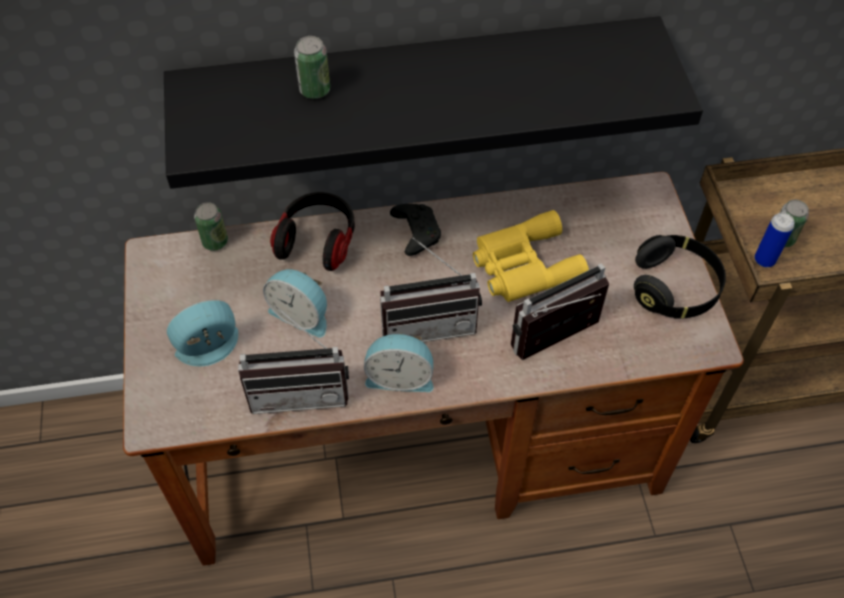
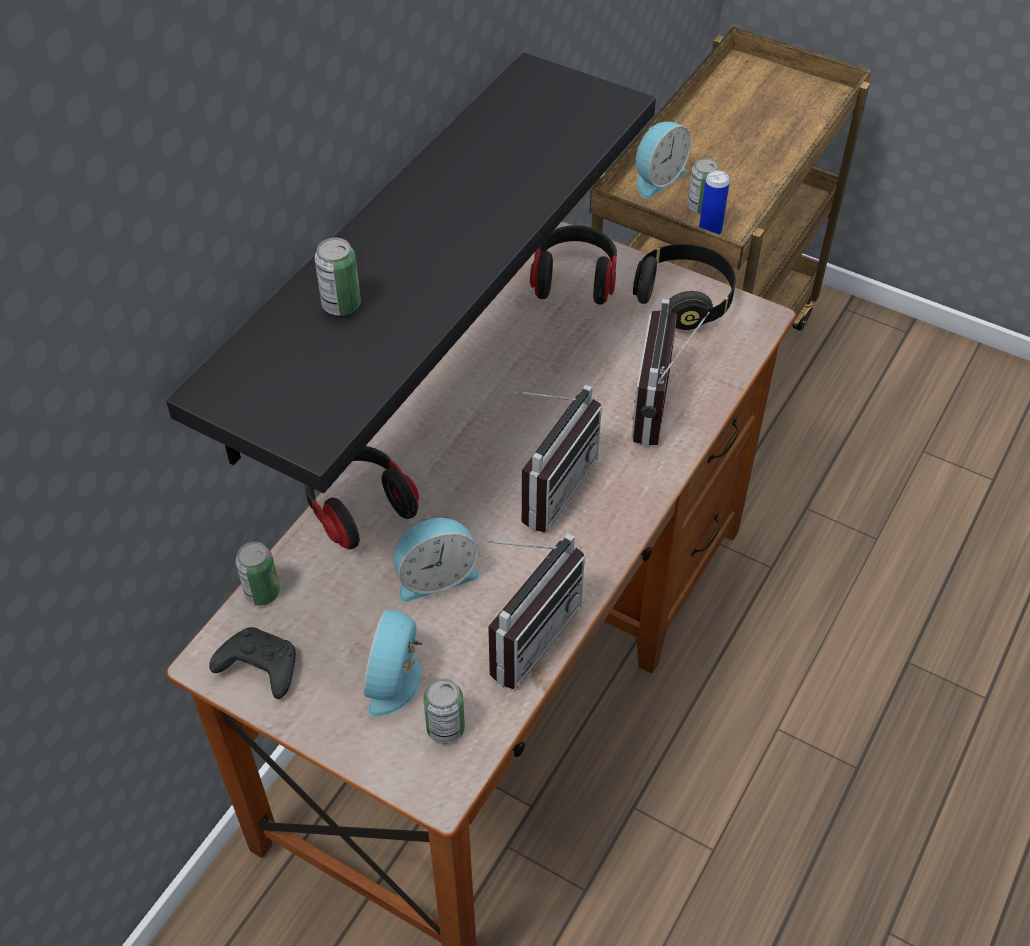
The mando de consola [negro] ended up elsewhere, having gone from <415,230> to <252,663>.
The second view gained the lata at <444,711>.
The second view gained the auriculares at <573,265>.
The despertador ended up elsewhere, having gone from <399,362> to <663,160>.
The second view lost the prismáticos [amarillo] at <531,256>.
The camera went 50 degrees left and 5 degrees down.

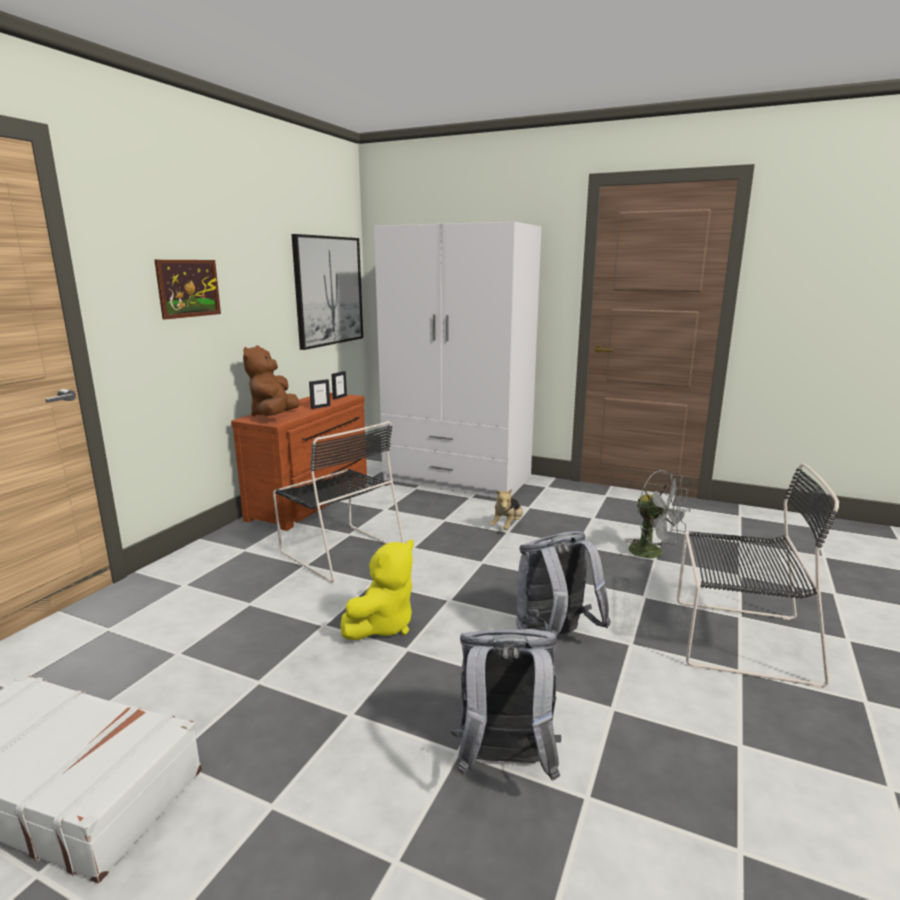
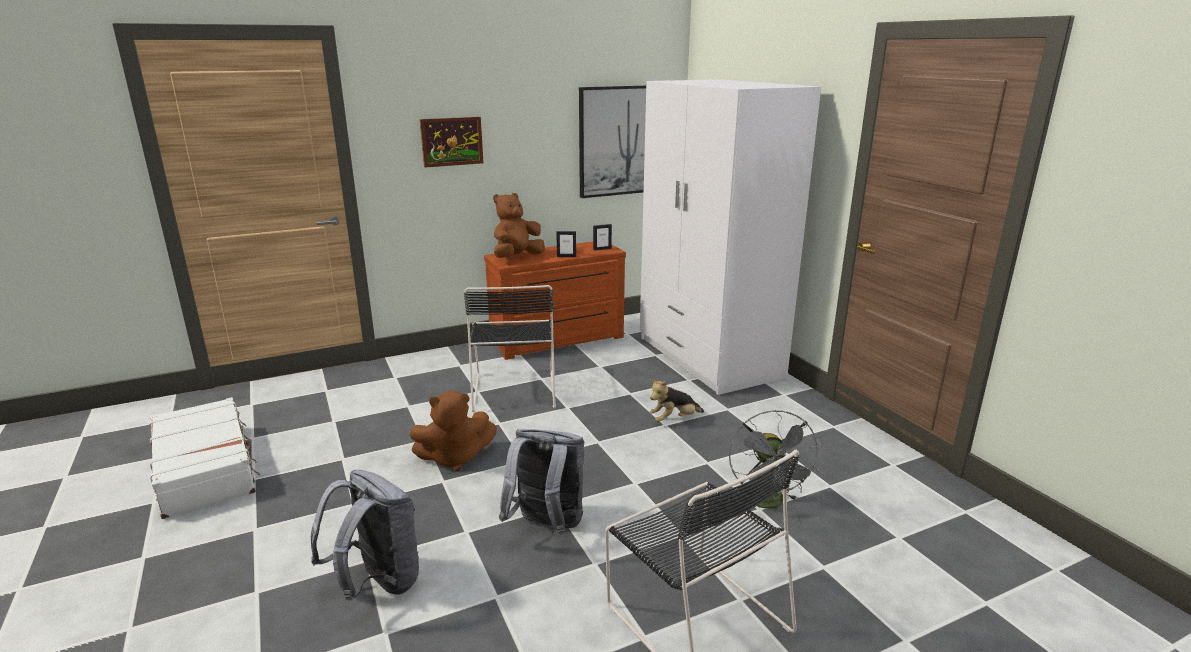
What was the peluche [amarillo] at <377,589> turned into the peluche [marrón] at <453,431>.
The camera went 40 degrees right and 5 degrees up.

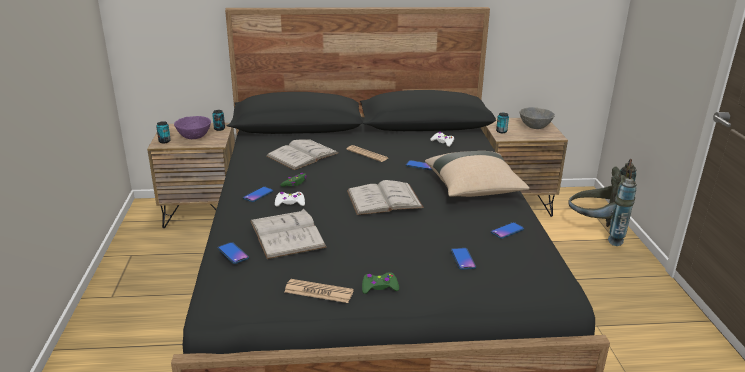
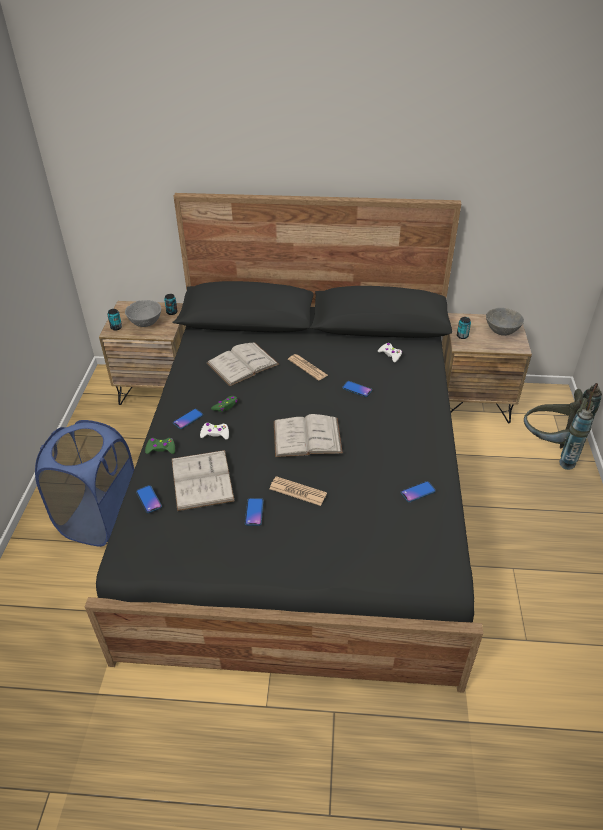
The second view gained the cesto de la ropa [azul] at <84,483>.
What was the cuenco [morado] at <192,127> turned into the cuenco [gris] at <143,313>.
The mando de consola [verde] ended up elsewhere, having gone from <380,283> to <160,446>.
The móvil ended up elsewhere, having gone from <463,259> to <254,512>.
The periódico ended up elsewhere, having gone from <319,291> to <298,491>.
The second view lost the cojín [beis] at <477,174>.
The camera went 10 degrees right and 15 degrees up.

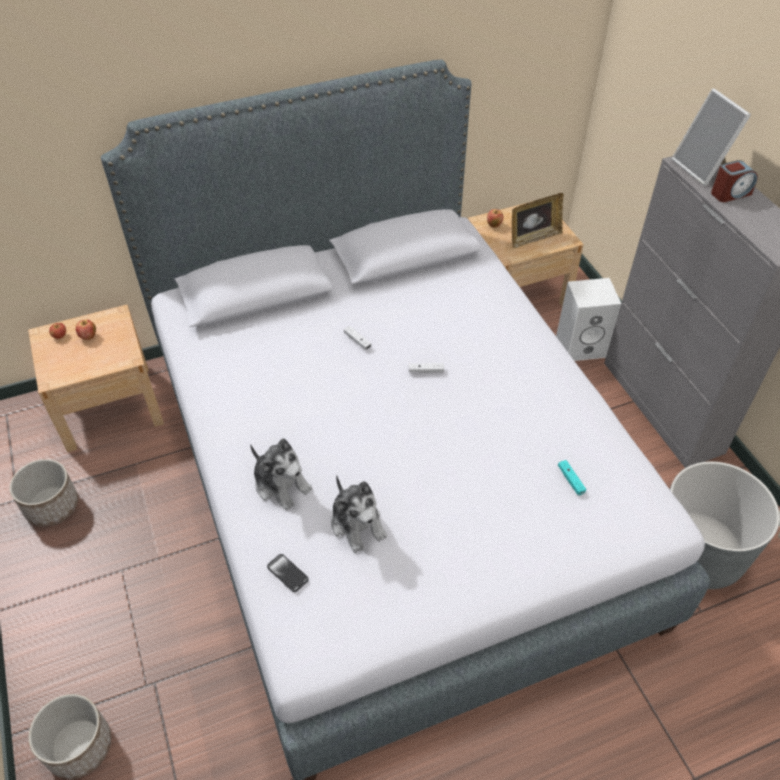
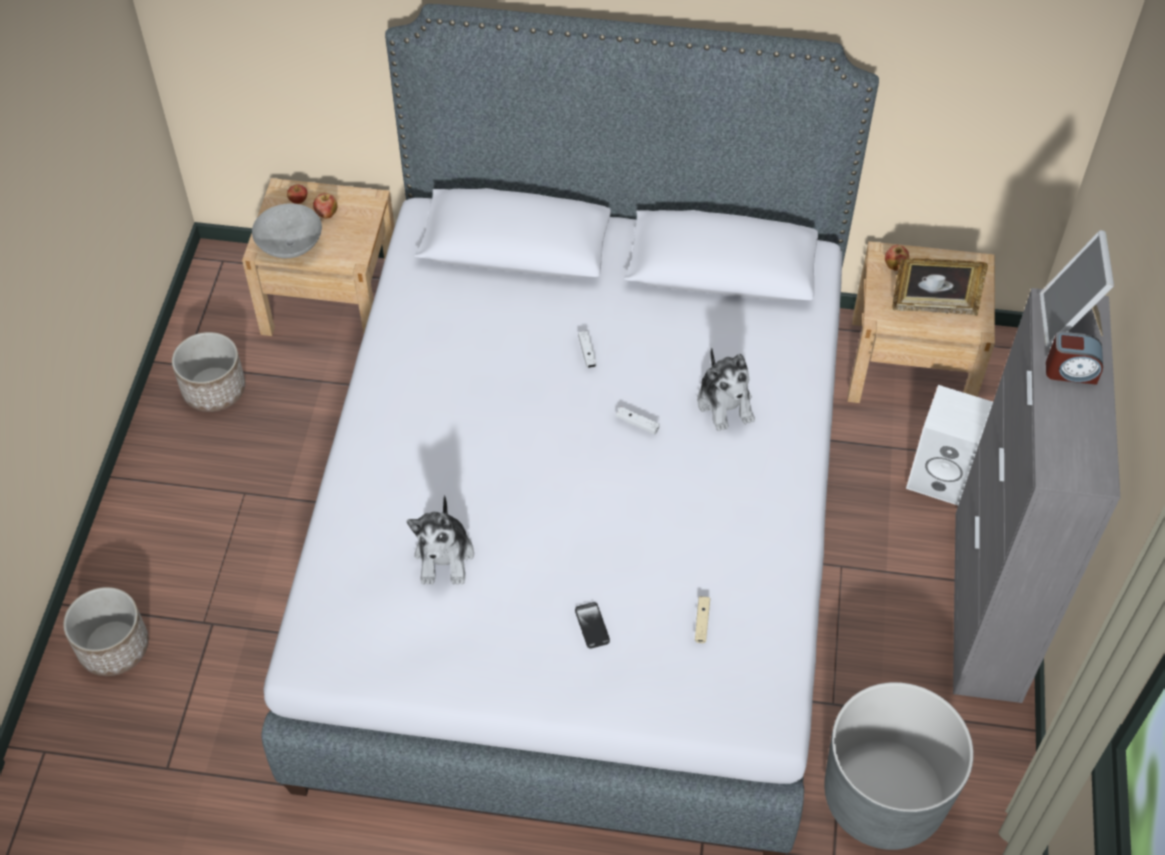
The second view gained the cuenco [gris] at <287,230>.
The móvil ended up elsewhere, having gone from <288,573> to <592,625>.
What was the mando de consola [turquesa] at <572,478> turned into the mando de consola [beis] at <702,619>.
The peluche ended up elsewhere, having gone from <281,474> to <726,389>.
The camera went 30 degrees right and 5 degrees up.

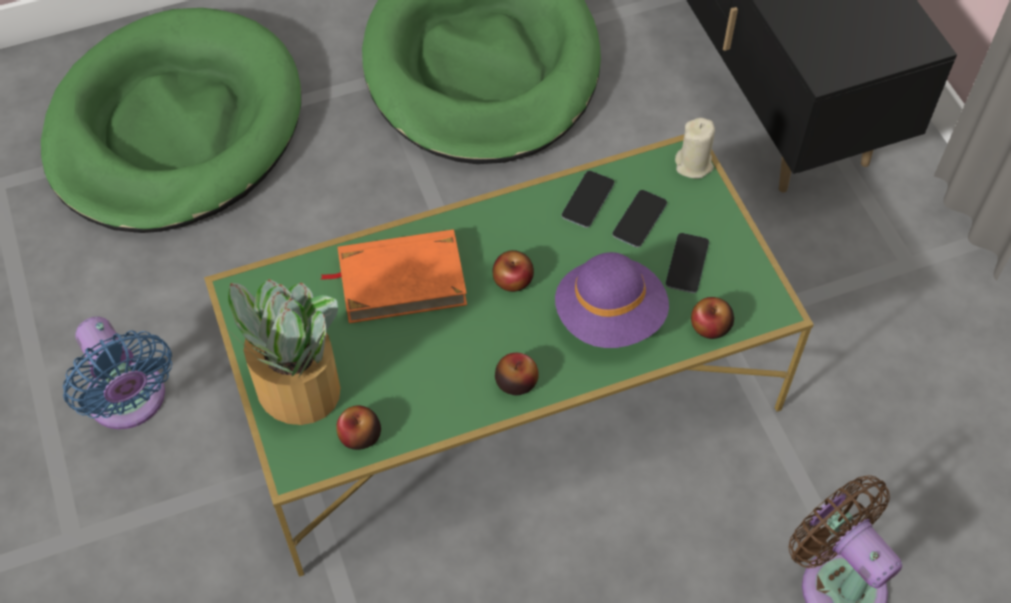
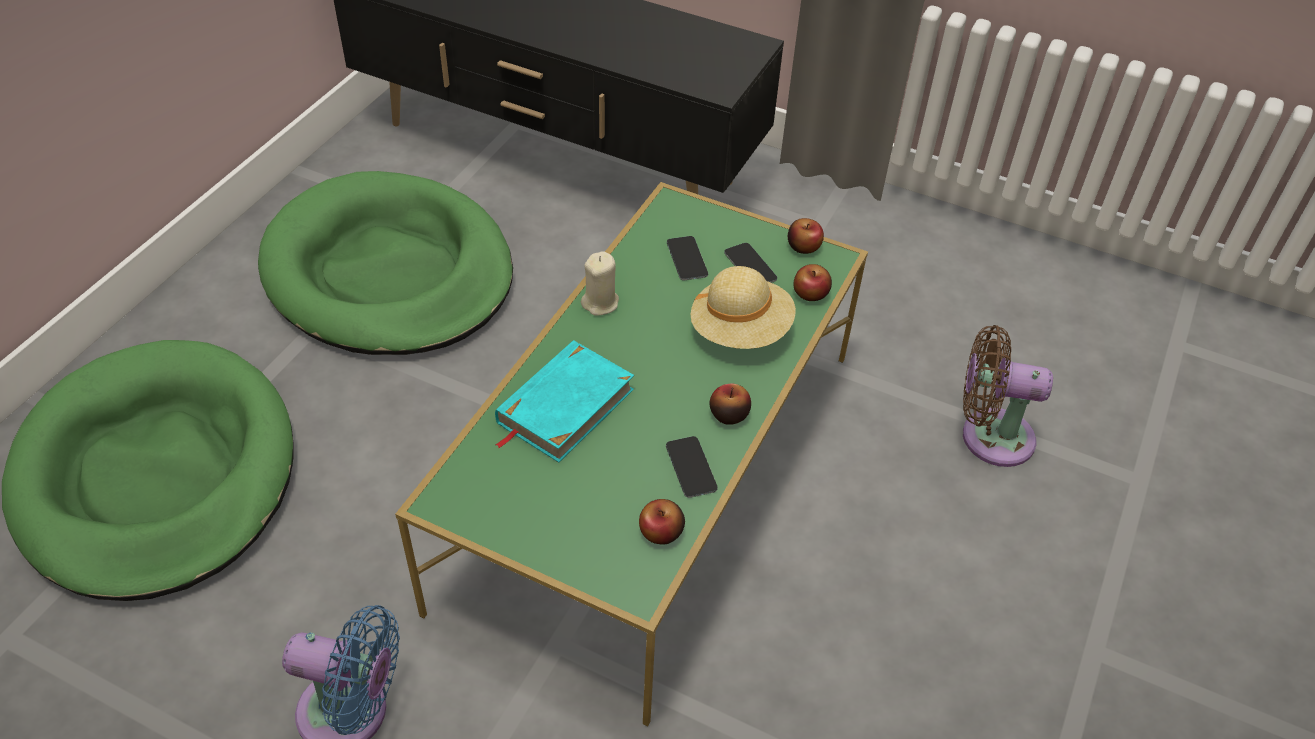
What was the libro [naranja] at <393,276> turned into the libro [turquesa] at <564,401>.
The vela [beis] ended up elsewhere, having gone from <695,148> to <600,283>.
The móvil ended up elsewhere, having gone from <588,199> to <692,467>.
What was the sombrero [morado] at <612,300> turned into the sombrero [beis] at <743,307>.
The manzana ended up elsewhere, having gone from <513,271> to <806,236>.
The second view lost the planta en maceta at <280,352>.
The camera went 45 degrees left and 10 degrees down.

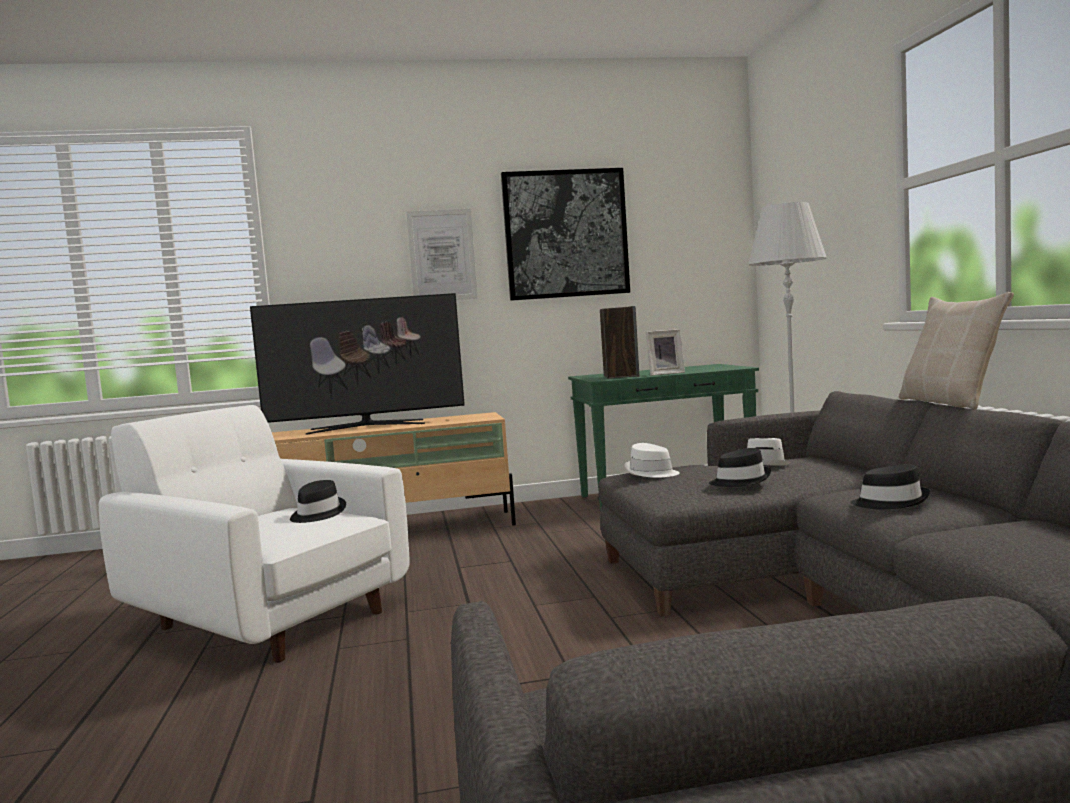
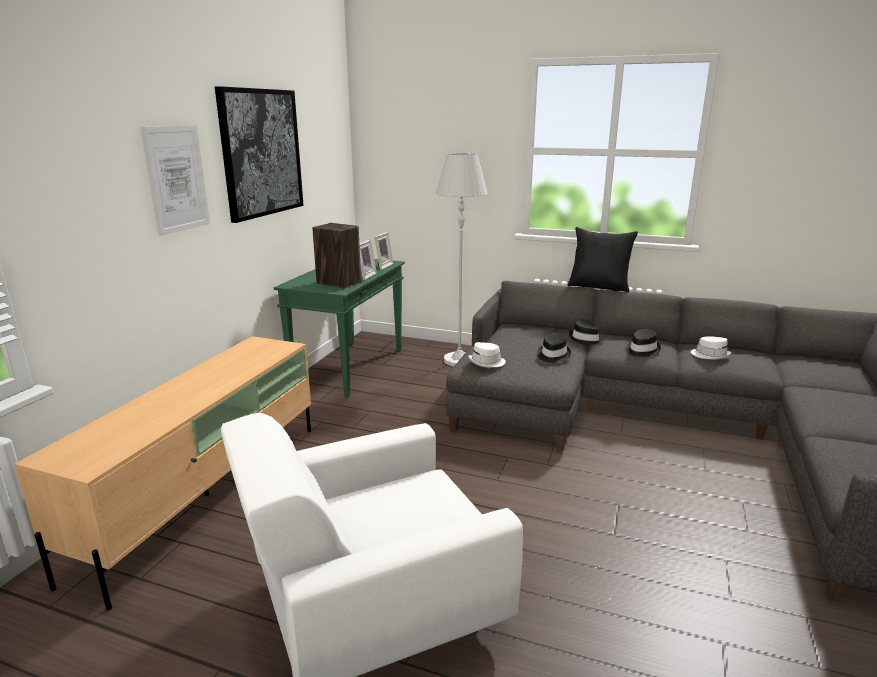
The second view gained the portarretratos at <383,251>.
What was the cojín [beis] at <956,351> turned into the cojín [negro] at <603,259>.
The sombrero [negro] ended up elsewhere, having gone from <318,501> to <586,332>.
The sombrero [blanco] ended up elsewhere, having gone from <769,451> to <711,348>.
The second view lost the televisor at <357,364>.
The camera went 60 degrees left and 15 degrees up.

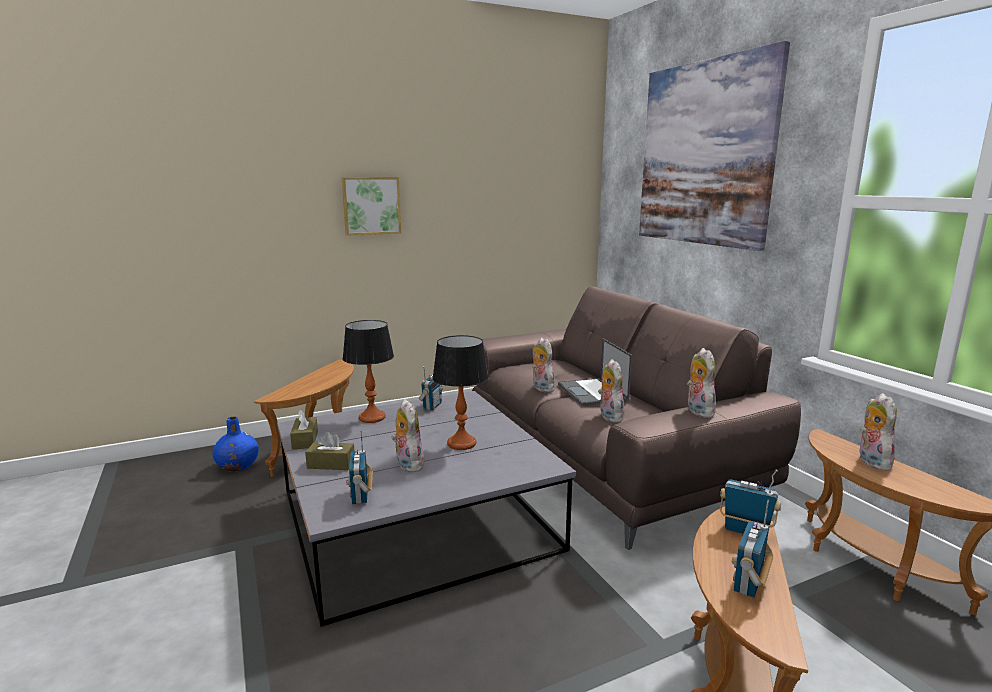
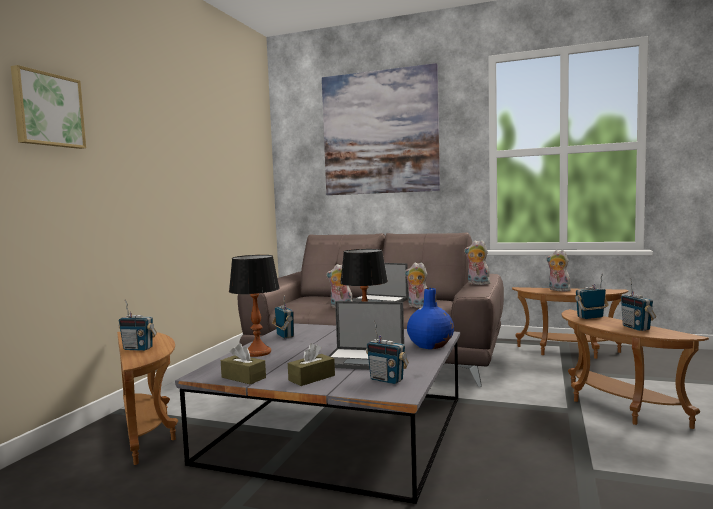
The cuadro ended up elsewhere, having gone from <371,206> to <48,107>.
The second view gained the radio at <138,325>.
Where the peluche stood at <407,435>, the portátil came to stand at <366,335>.
The florero [azul] ended up elsewhere, having gone from <235,444> to <430,318>.
The camera went 45 degrees left and 10 degrees down.

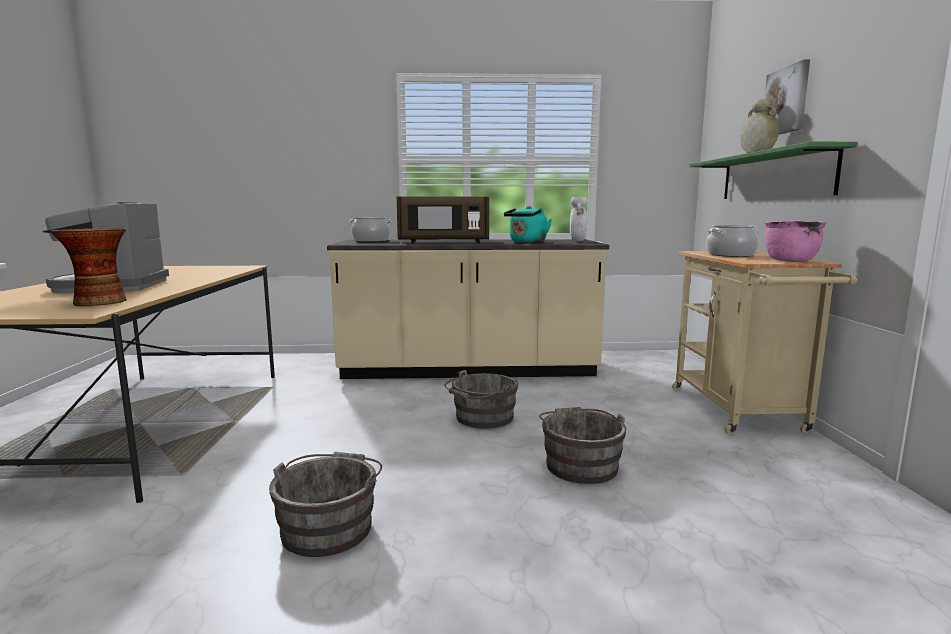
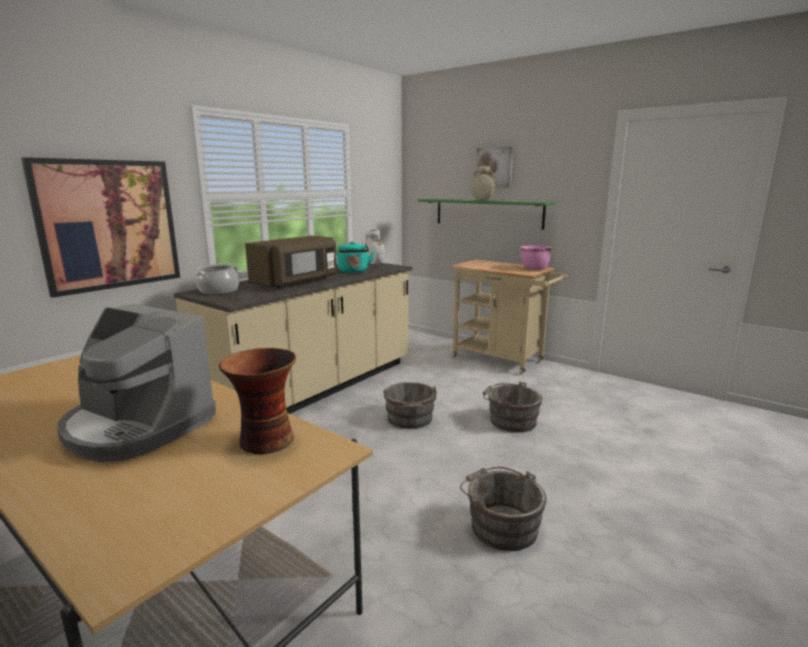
The second view gained the cuadro at <100,227>.
The second view lost the olla at <732,241>.
The camera went 50 degrees left and 5 degrees up.

